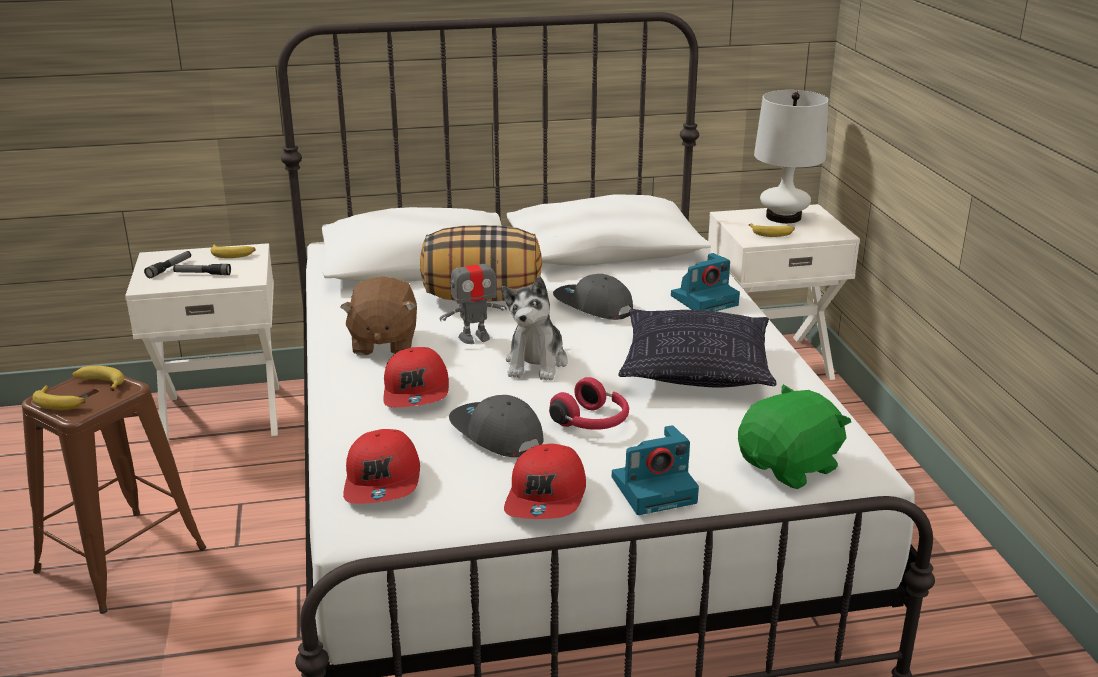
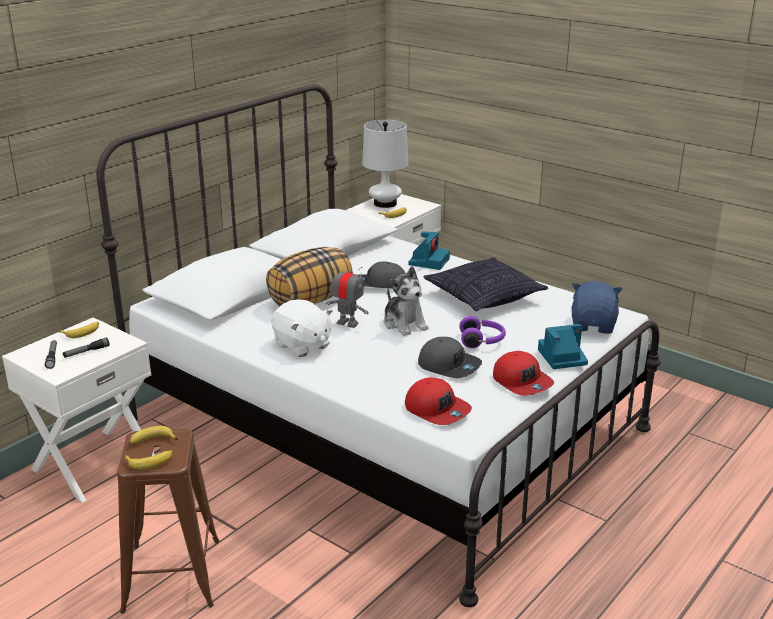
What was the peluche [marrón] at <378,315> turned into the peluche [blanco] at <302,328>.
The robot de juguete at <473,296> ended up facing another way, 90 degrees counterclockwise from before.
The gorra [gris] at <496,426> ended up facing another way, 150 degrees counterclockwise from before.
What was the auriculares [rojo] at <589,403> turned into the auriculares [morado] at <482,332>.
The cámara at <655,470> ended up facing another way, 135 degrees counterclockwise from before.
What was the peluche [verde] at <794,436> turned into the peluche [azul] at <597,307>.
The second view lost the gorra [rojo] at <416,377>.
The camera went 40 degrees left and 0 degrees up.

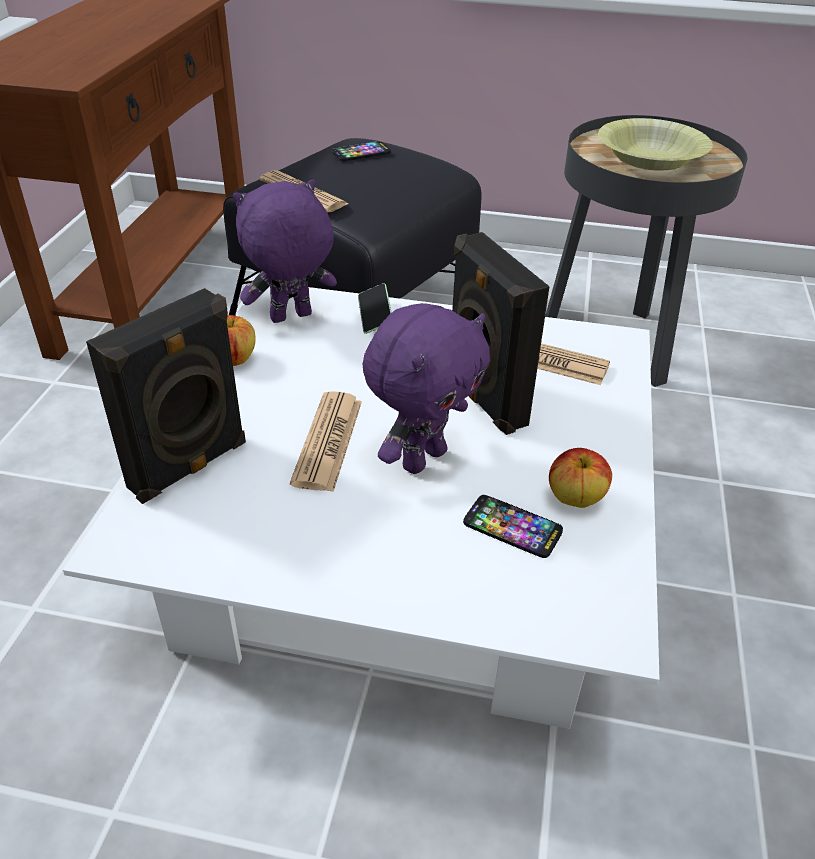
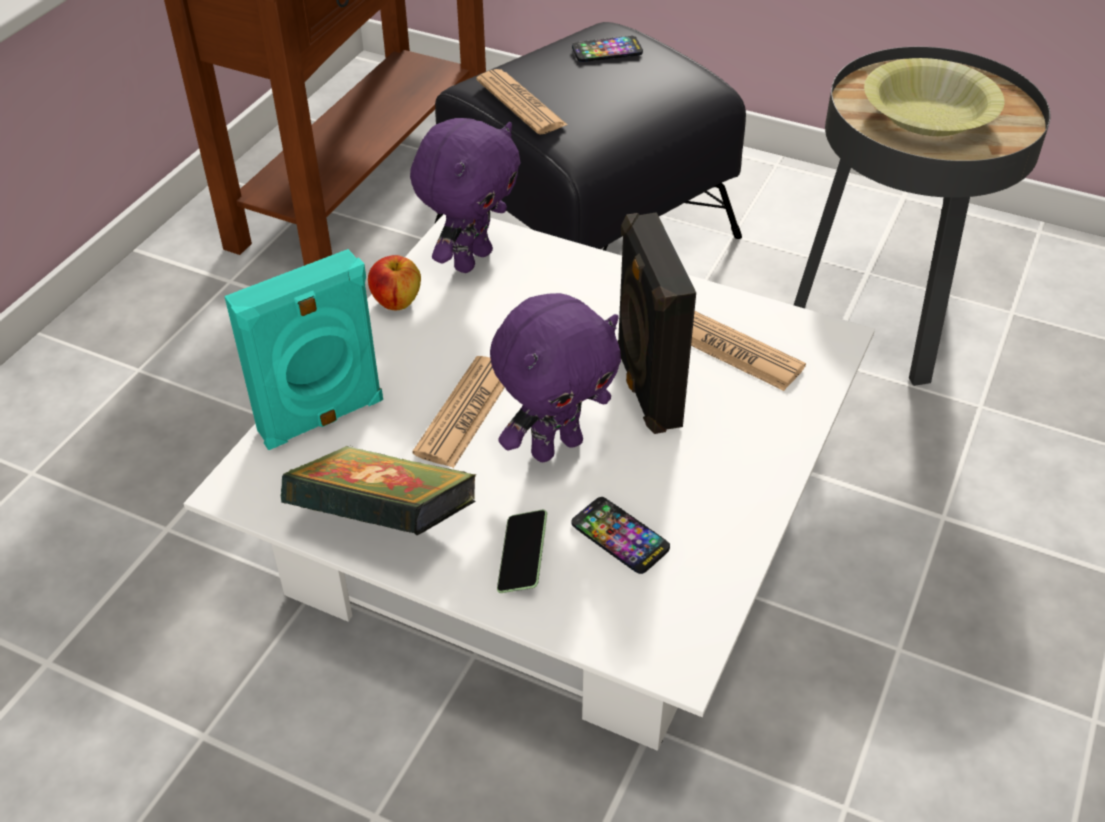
What was the altavoz [negro] at <166,396> turned into the altavoz [turquesa] at <303,349>.
The second view gained the libro at <378,490>.
The peluche [morado] at <285,251> ended up facing another way, 135 degrees clockwise from before.
The móvil ended up elsewhere, having gone from <375,308> to <522,551>.
The second view lost the manzana at <580,478>.
The camera went 15 degrees right and 5 degrees up.

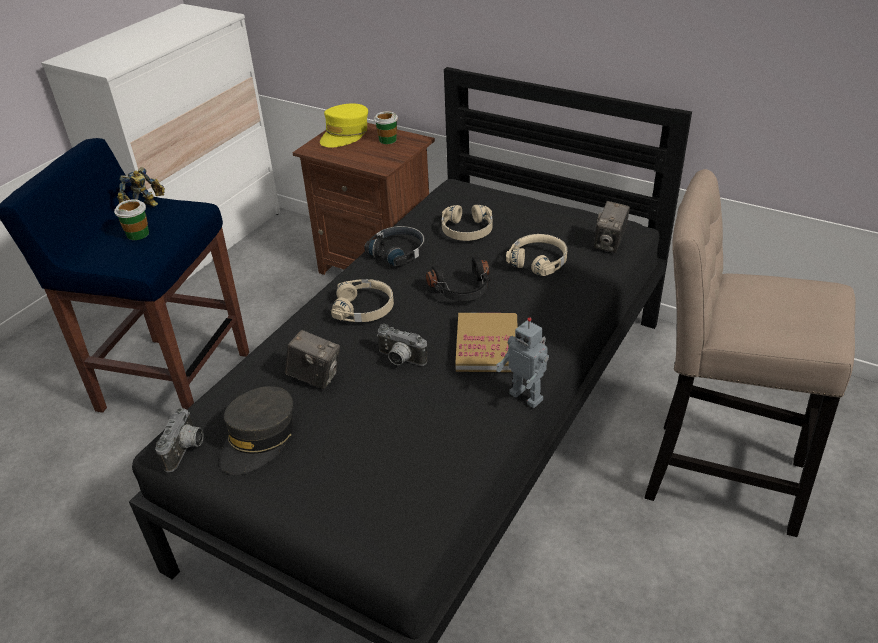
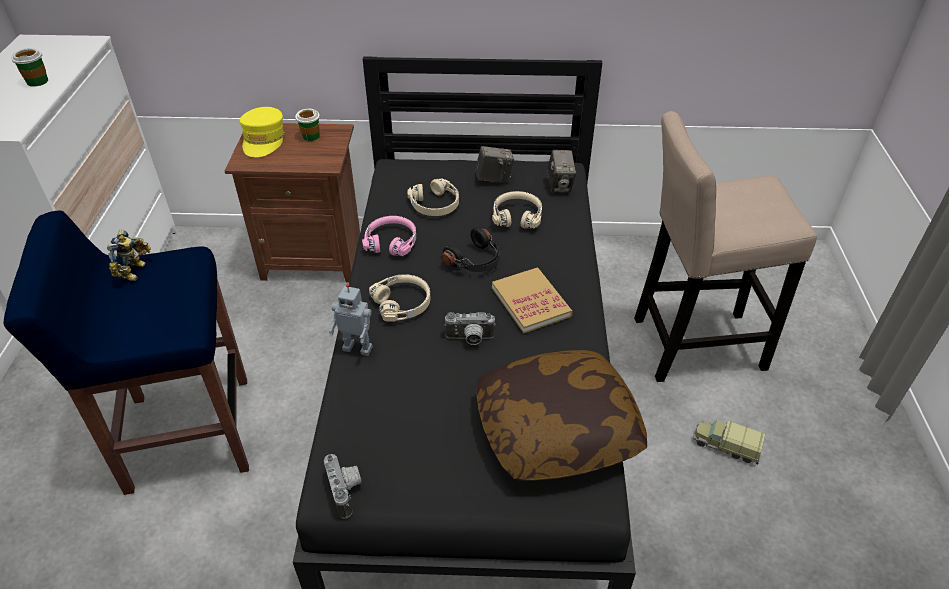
The taza ended up elsewhere, having gone from <131,219> to <29,67>.
The robot de juguete ended up elsewhere, having gone from <522,362> to <350,320>.
What was the auriculares [negro] at <394,246> turned into the auriculares [rosa] at <389,236>.
The cámara ended up elsewhere, having gone from <312,359> to <494,164>.
The second view gained the cojín at <561,415>.
The second view gained the camión de juguete at <729,442>.
The second view lost the gorra [gris] at <256,430>.
The camera went 30 degrees left and 5 degrees up.

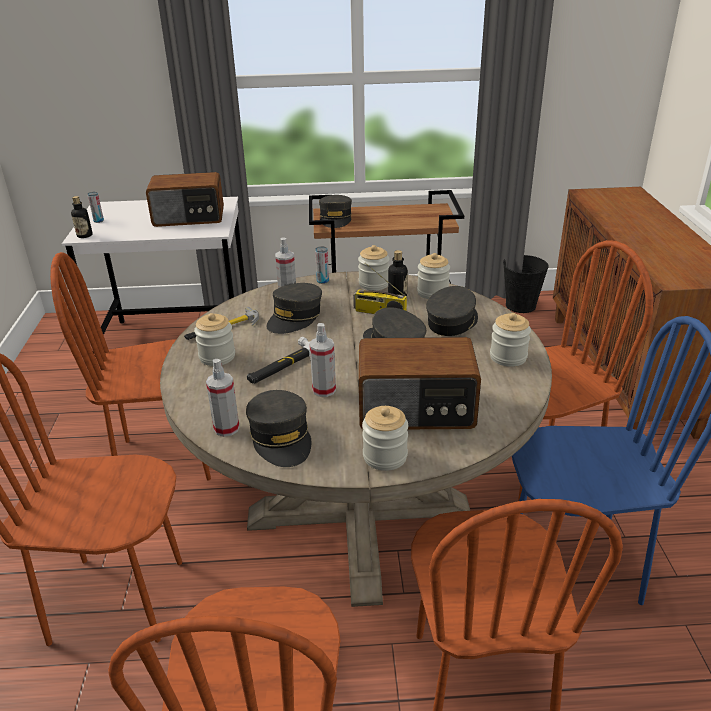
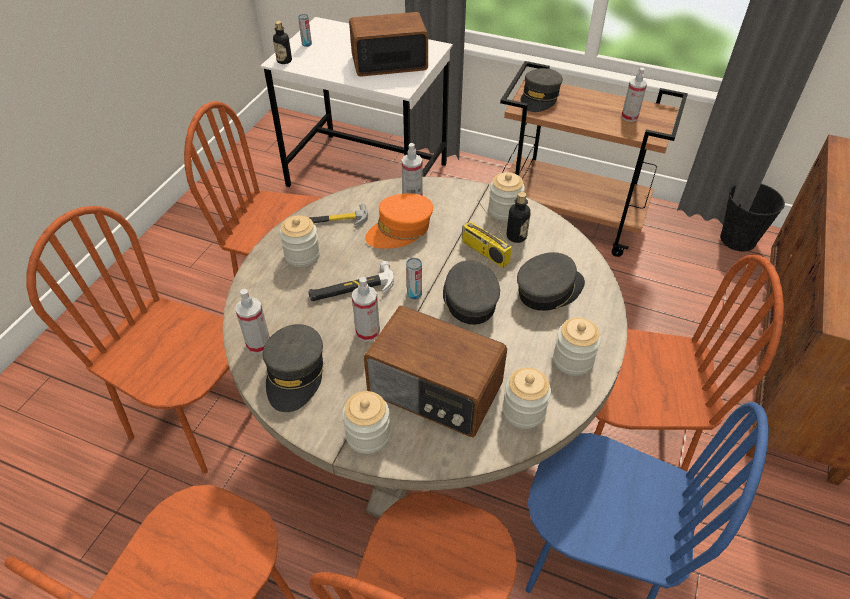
The radio at <185,199> ended up facing another way, 150 degrees clockwise from before.
What was the gorra [gris] at <294,308> turned into the gorra [naranja] at <399,221>.
The lata ended up elsewhere, having gone from <322,265> to <414,278>.
The tarro ended up elsewhere, having gone from <433,276> to <526,398>.
The second view gained the pulverizador at <634,95>.
The camera went 25 degrees right and 15 degrees up.

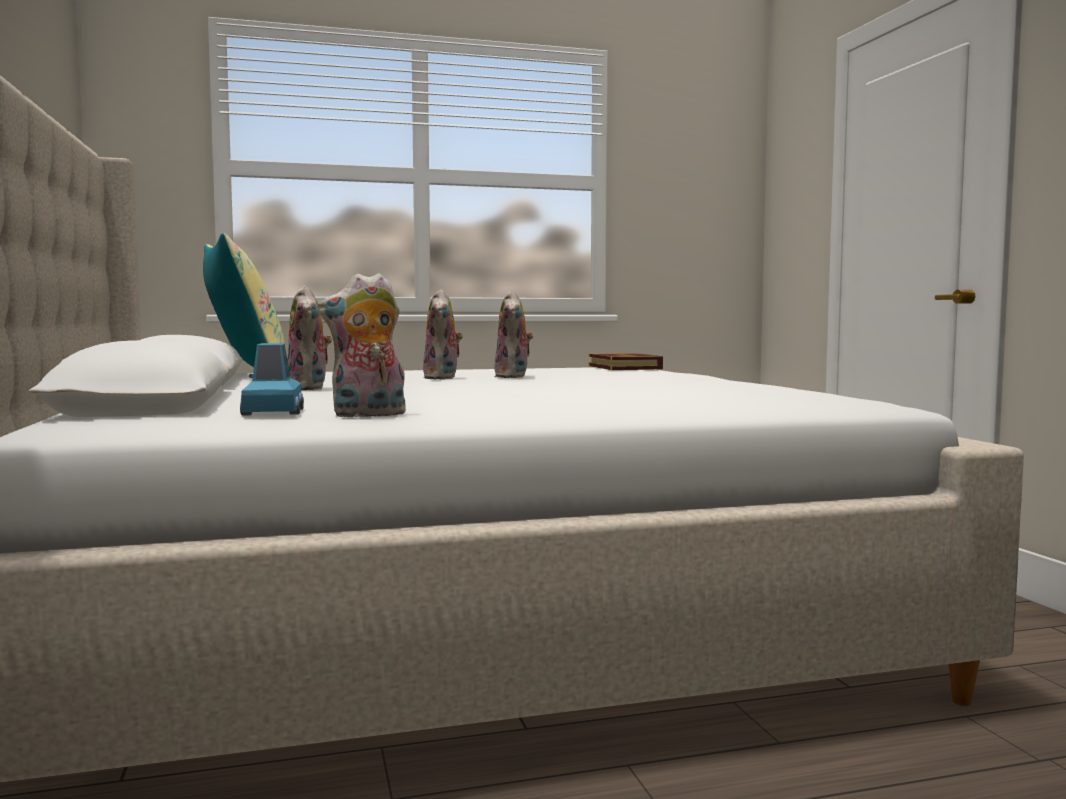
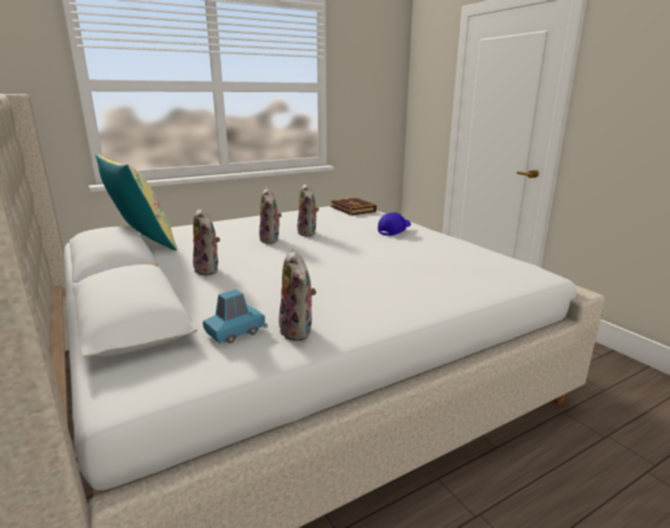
The coche de juguete [azul] at <272,379> ended up facing another way, 75 degrees clockwise from before.
The peluche at <362,345> ended up facing another way, 75 degrees counterclockwise from before.
The second view gained the gorra [azul] at <394,224>.
The camera went 15 degrees left and 15 degrees up.

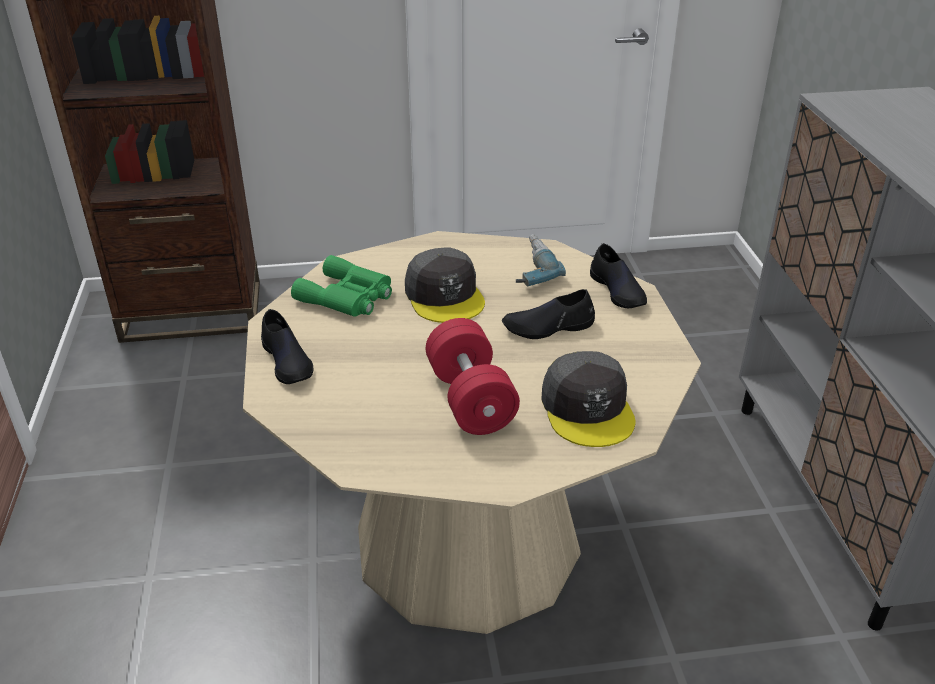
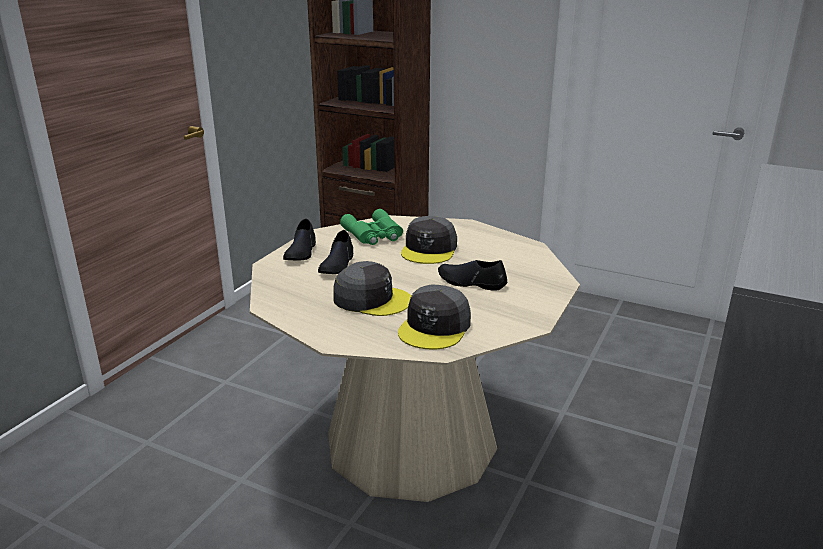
The zapato [negro] ended up elsewhere, having gone from <618,275> to <335,252>.
Where the mancuerna [rojo] stood at <473,376>, the gorra [gris] came to stand at <372,288>.
The second view lost the taladro at <541,260>.
The camera went 35 degrees right and 10 degrees down.

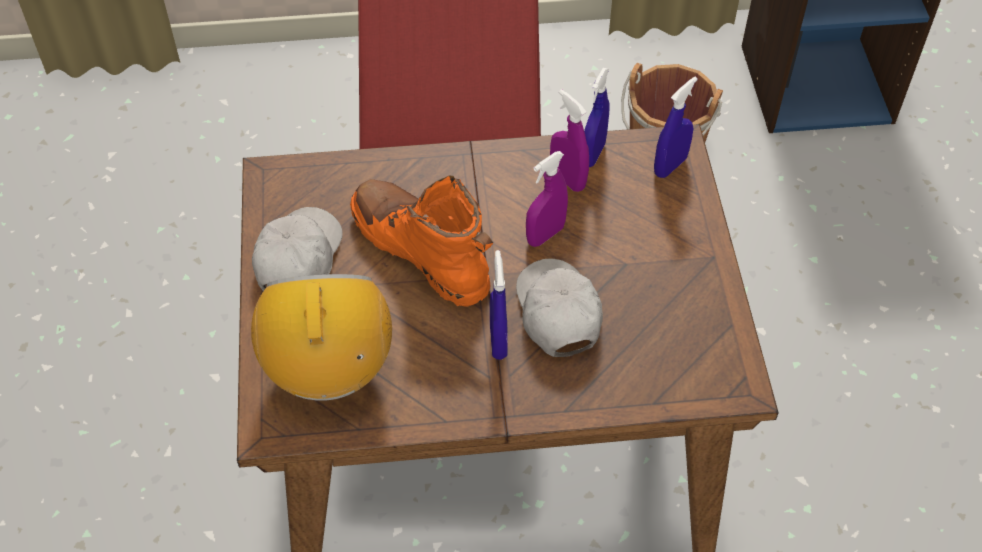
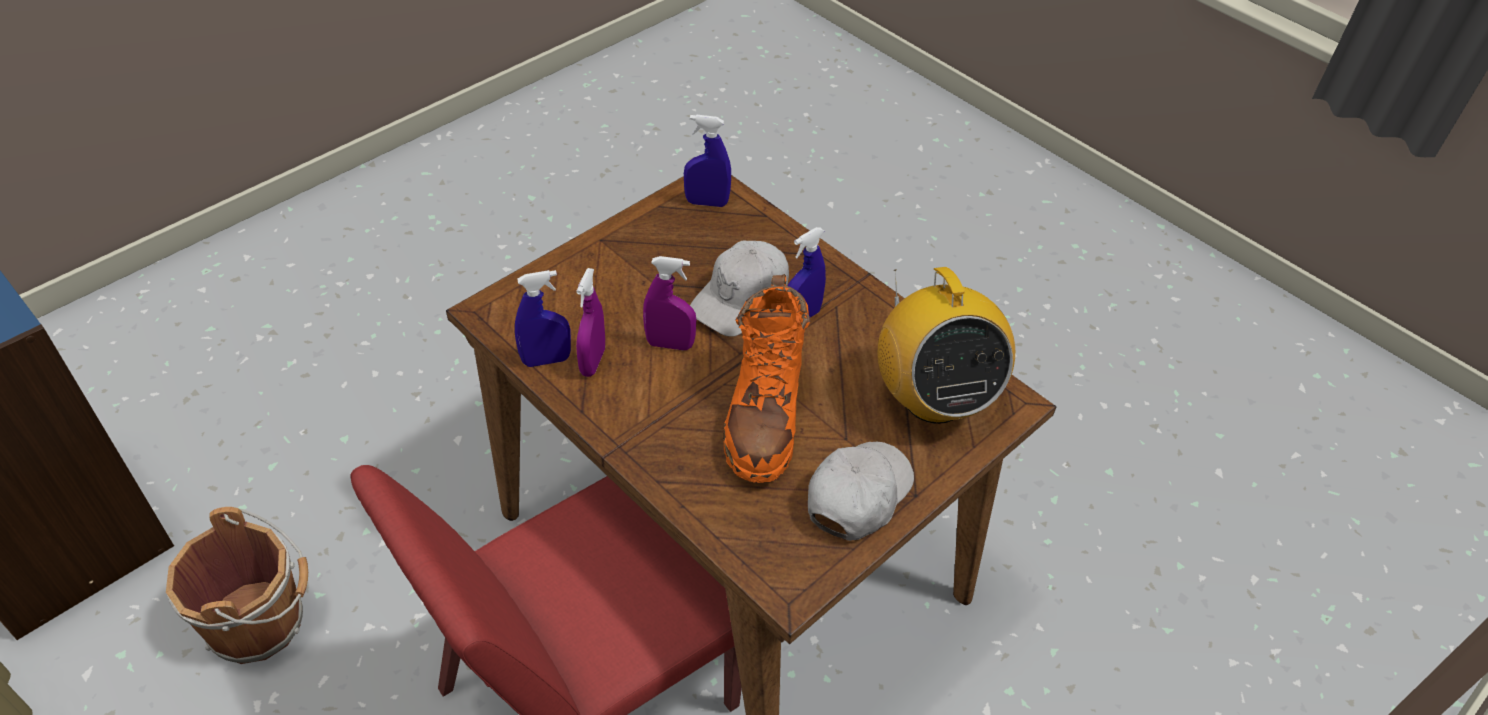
The pulverizador [azul] ended up elsewhere, having gone from <676,127> to <707,160>.
The gorra [blanco] at <297,249> ended up facing another way, 150 degrees clockwise from before.
The radio at <321,337> ended up facing another way, 60 degrees counterclockwise from before.
The camera went 130 degrees left and 5 degrees down.

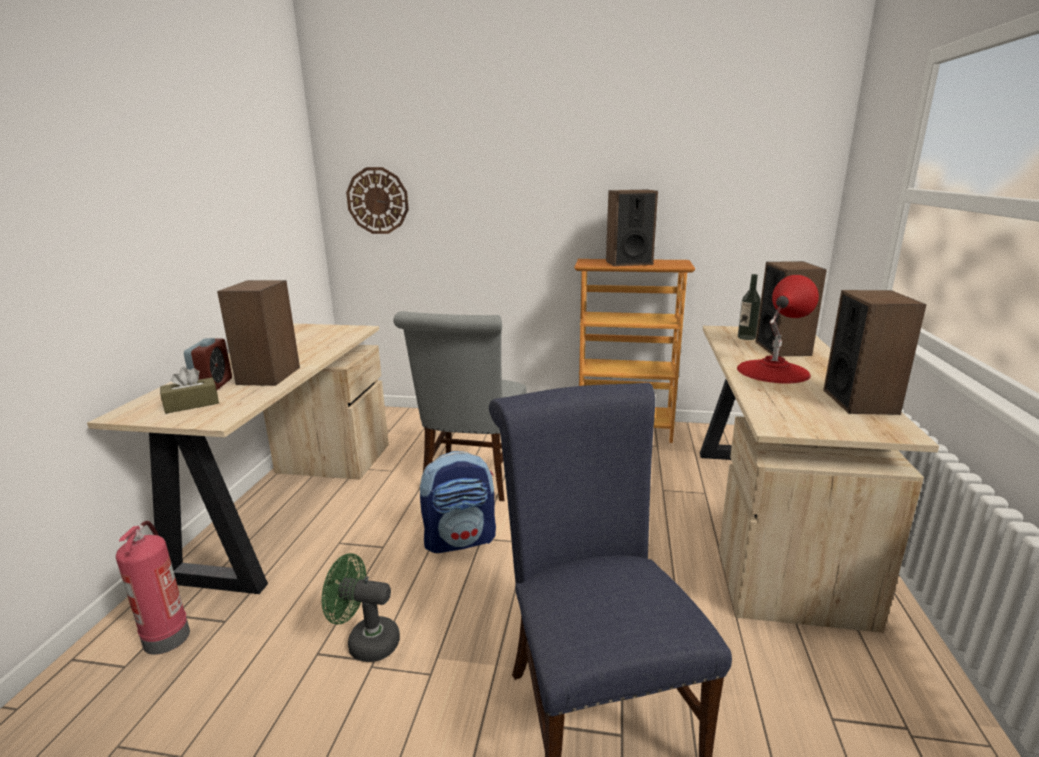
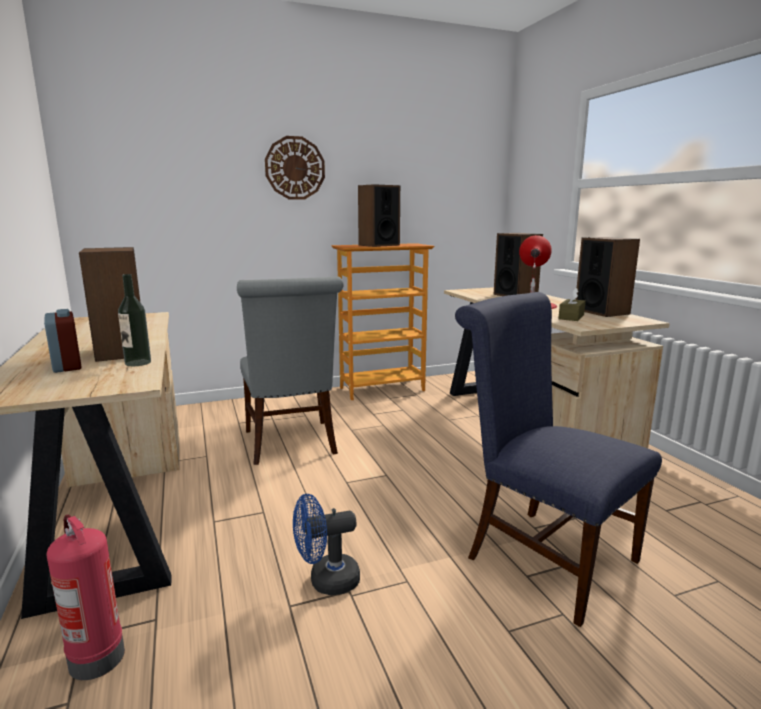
The botella ended up elsewhere, having gone from <749,307> to <134,320>.
The reloj de pared ended up elsewhere, having gone from <377,200> to <295,168>.
What was the ventilador [verde] at <361,607> turned into the ventilador [azul] at <326,544>.
The caja de pañuelos [marrón] ended up elsewhere, having gone from <189,390> to <572,304>.
The second view lost the mochila at <457,502>.
The camera went 30 degrees left and 5 degrees down.

